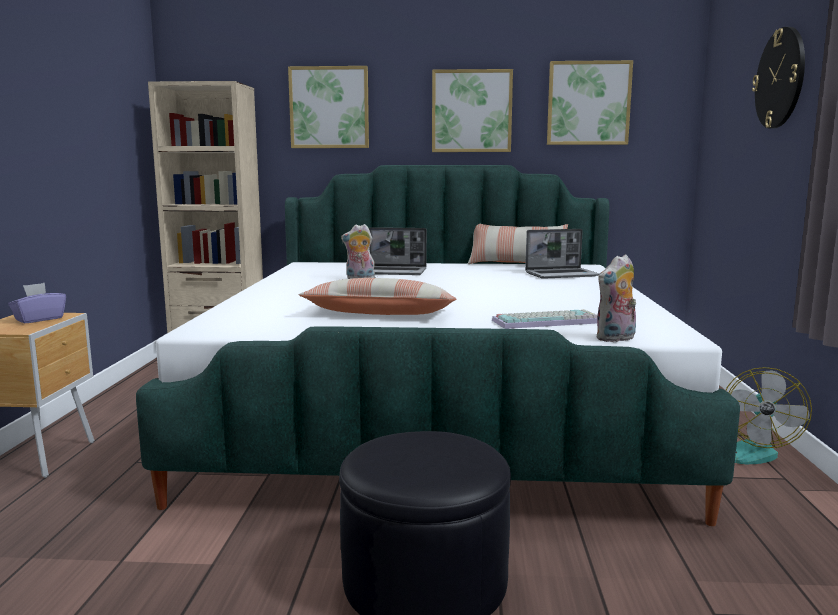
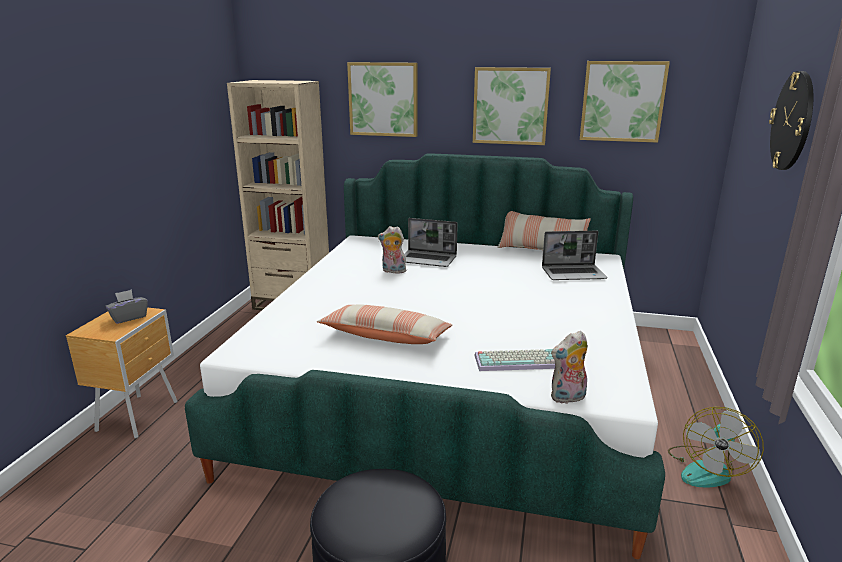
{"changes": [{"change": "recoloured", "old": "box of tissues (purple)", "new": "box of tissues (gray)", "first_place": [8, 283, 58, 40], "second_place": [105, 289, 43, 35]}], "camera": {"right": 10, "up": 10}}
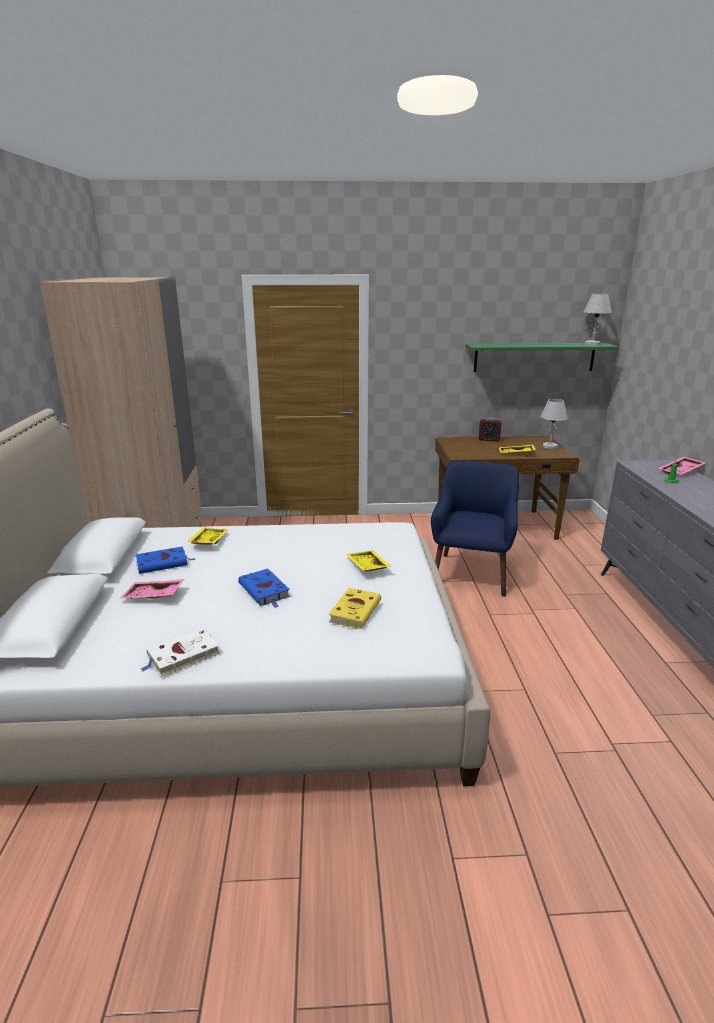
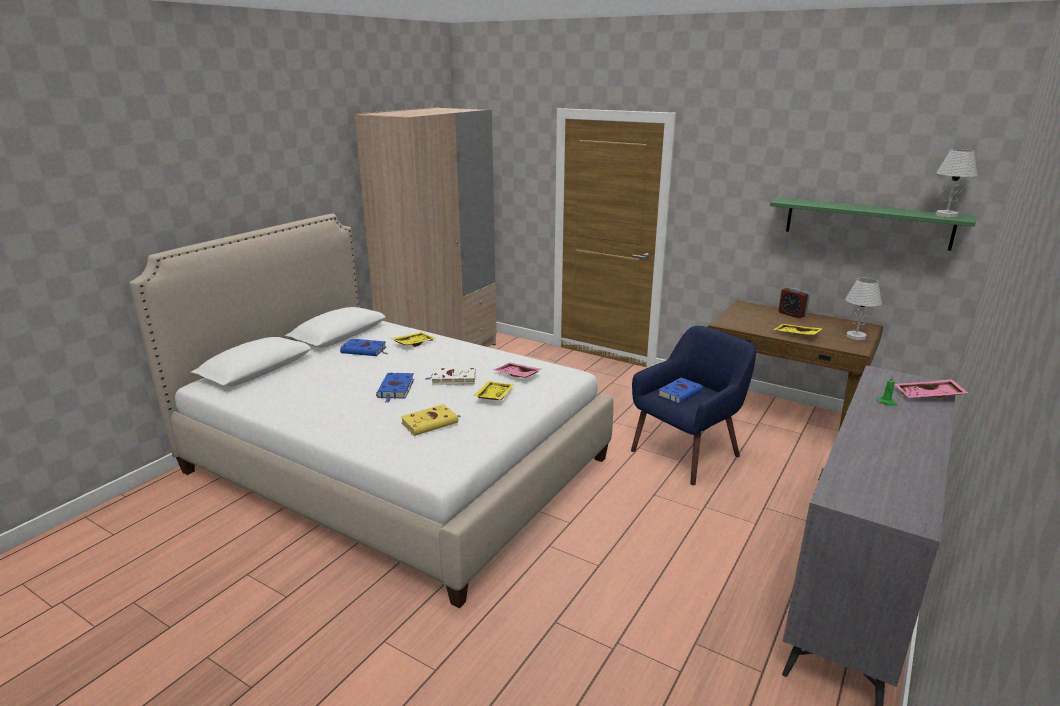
{"changes": [{"change": "moved", "old": "tray (pink-coloured)", "first_place": [120, 579, 64, 20], "second_place": [493, 363, 48, 15]}, {"change": "moved", "old": "volume (whitish)", "first_place": [141, 628, 79, 49], "second_place": [425, 367, 51, 18]}, {"change": "added", "new": "volume (blue)", "second_place": [658, 378, 45, 25]}], "camera": {"right": 35, "up": 0}}
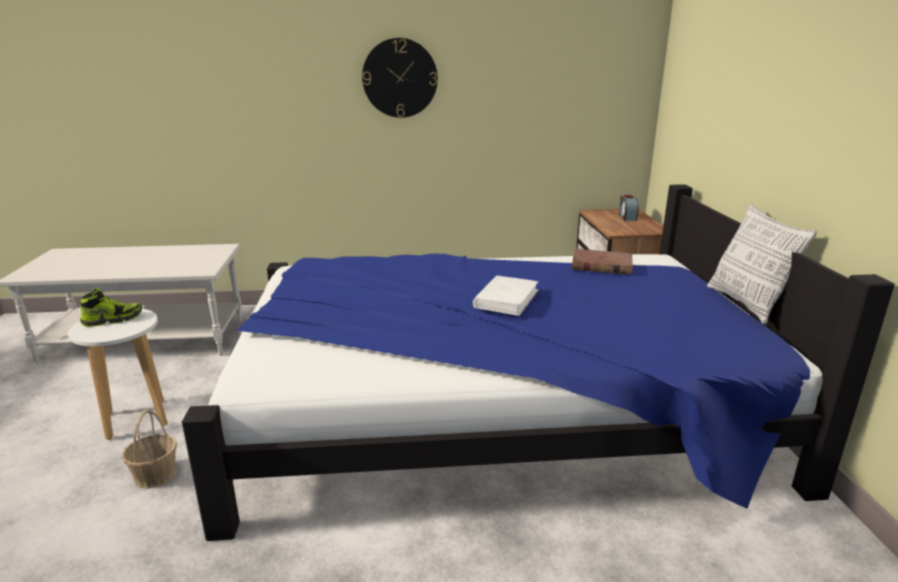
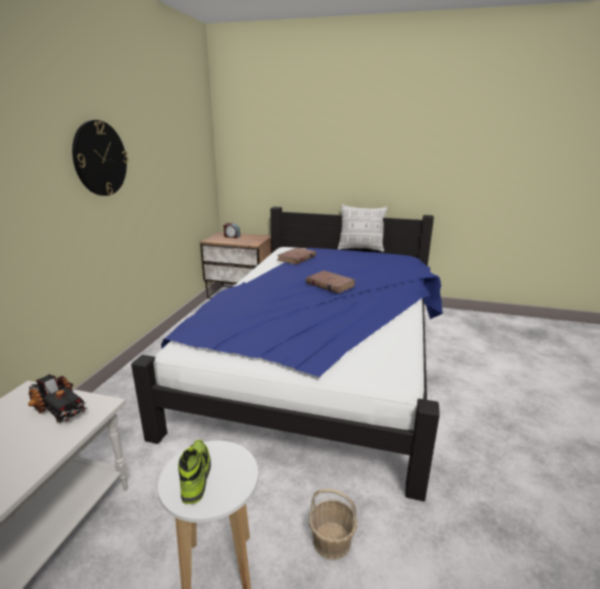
{"changes": [{"change": "recoloured", "old": "volume (whitish)", "new": "volume (brown)", "first_place": [473, 275, 66, 41], "second_place": [306, 270, 50, 24]}, {"change": "added", "new": "toy truck", "second_place": [28, 374, 59, 49]}], "camera": {"right": -70, "up": 0}}
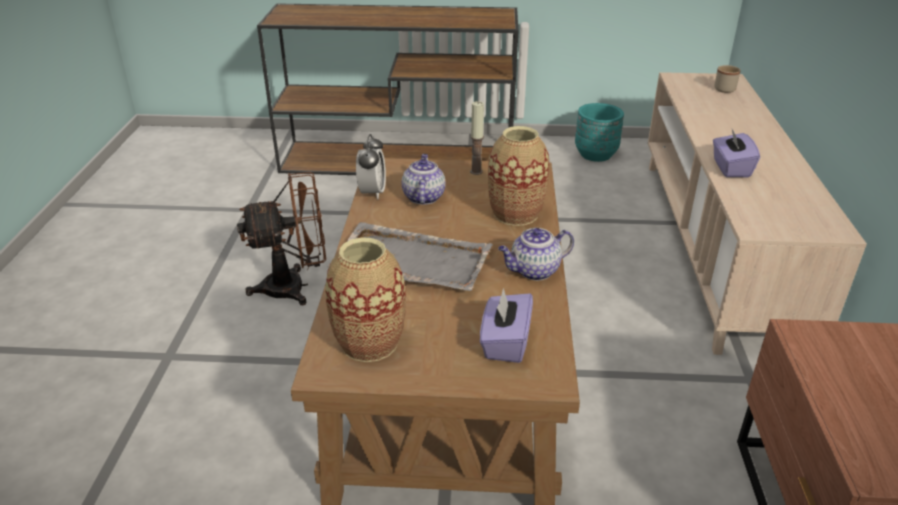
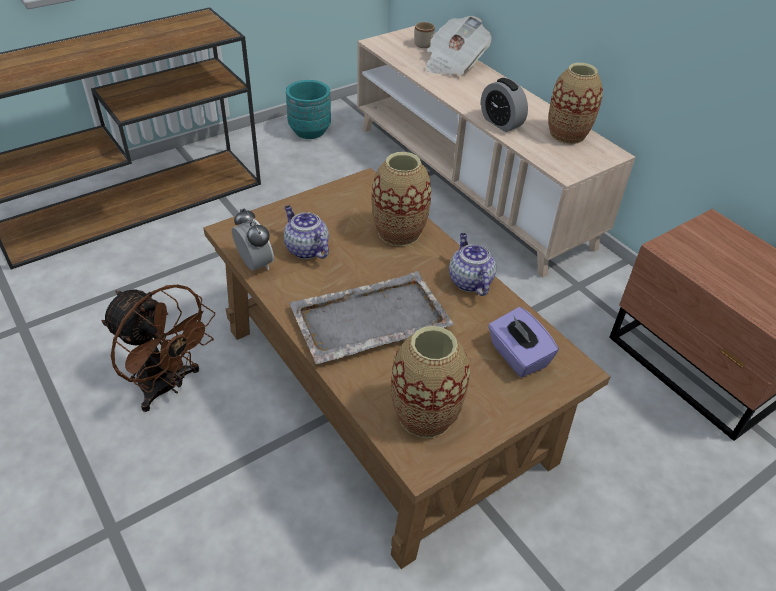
{"changes": [{"change": "removed", "old": "wax candle", "first_place": [470, 101, 14, 74]}, {"change": "replaced", "old": "box of tissues (purple)", "new": "alarm clock", "first_place": [713, 130, 47, 47], "second_place": [481, 78, 47, 54]}, {"change": "turned", "old": "fan (brown)", "first_place": [237, 172, 89, 133], "second_place": [102, 285, 113, 127], "degrees": 90}, {"change": "turned", "old": "pot for tea", "first_place": [498, 228, 76, 53], "second_place": [449, 233, 47, 63], "degrees": 135}, {"change": "added", "new": "daily paper", "second_place": [425, 16, 66, 59]}, {"change": "added", "new": "vase", "second_place": [548, 63, 55, 81]}], "camera": {"right": -40, "up": 10}}
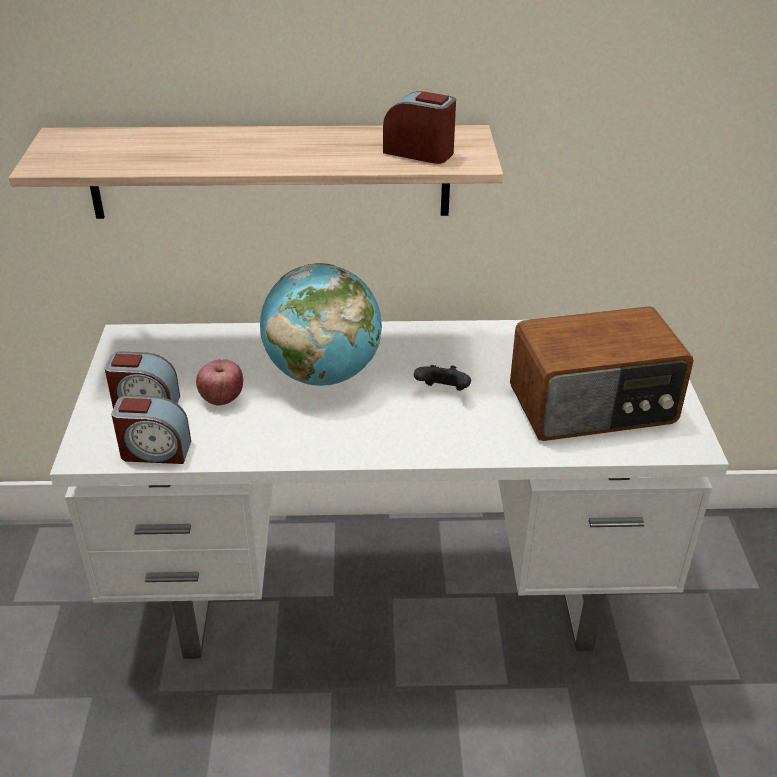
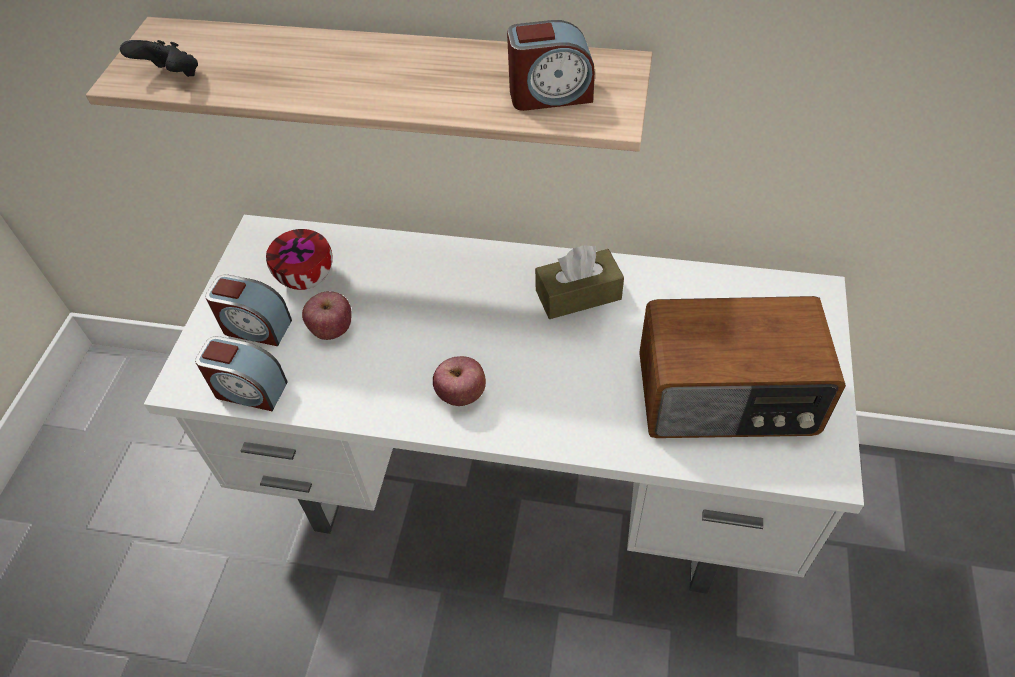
{"changes": [{"change": "turned", "old": "alarm clock", "first_place": [383, 91, 73, 73], "second_place": [507, 20, 88, 91], "degrees": 135}, {"change": "removed", "old": "desk globe", "first_place": [260, 263, 122, 123]}, {"change": "moved", "old": "gamepad (blackish)", "first_place": [414, 365, 57, 26], "second_place": [120, 40, 78, 37]}, {"change": "added", "new": "deep dish", "second_place": [266, 229, 67, 61]}, {"change": "added", "new": "box of tissues (brown)", "second_place": [535, 245, 89, 74]}, {"change": "added", "new": "whole apple", "second_place": [433, 356, 53, 50]}], "camera": {"right": 15, "up": 15}}
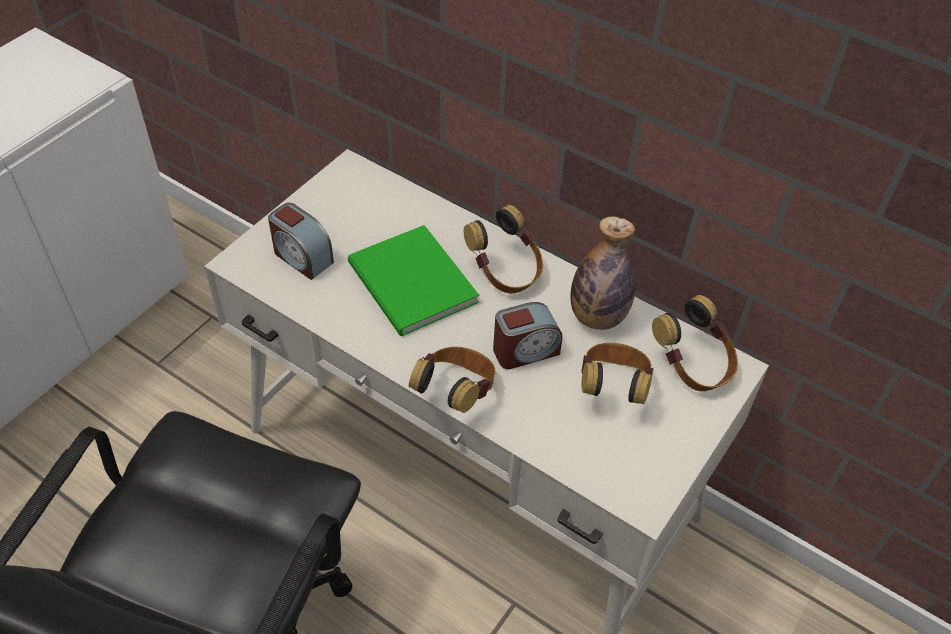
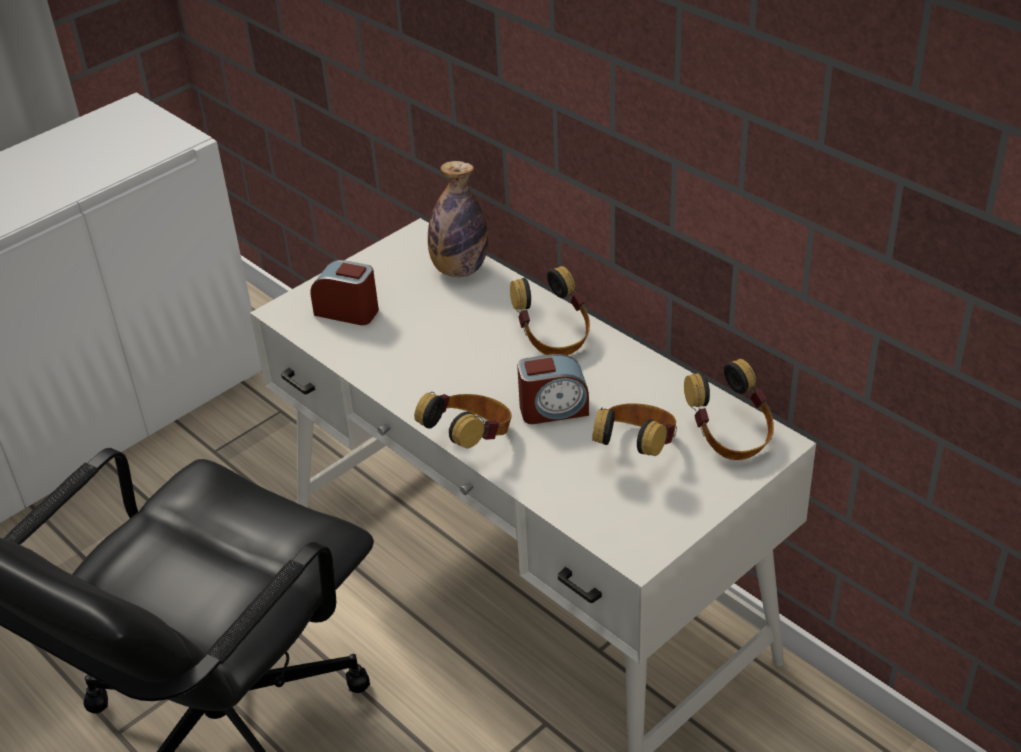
{"changes": [{"change": "turned", "old": "alarm clock", "first_place": [268, 203, 66, 77], "second_place": [310, 260, 69, 65], "degrees": 150}, {"change": "moved", "old": "drink bottle", "first_place": [570, 217, 66, 113], "second_place": [428, 161, 60, 116]}, {"change": "removed", "old": "volume (green)", "first_place": [348, 225, 131, 111]}], "camera": {"right": 15, "up": -10}}
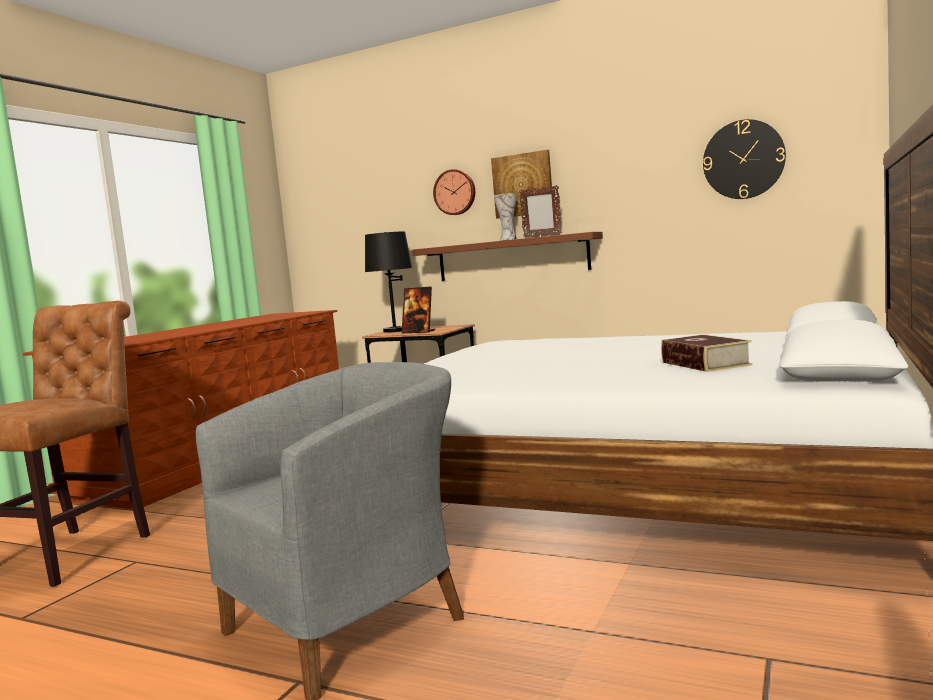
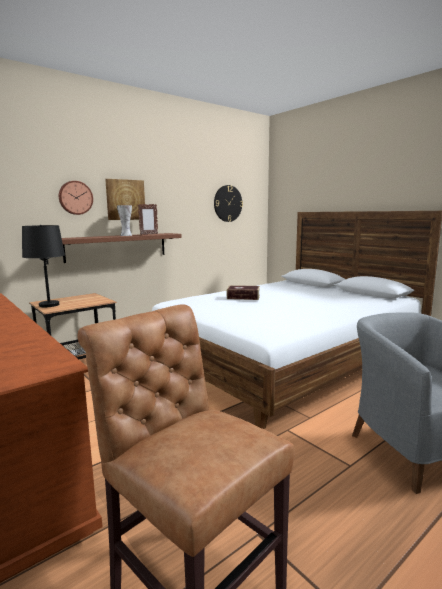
{"changes": [{"change": "removed", "old": "photo frame", "first_place": [402, 286, 33, 47]}, {"change": "moved", "old": "volume", "first_place": [661, 334, 91, 38], "second_place": [227, 285, 33, 15]}], "camera": {"right": -65, "up": 5}}
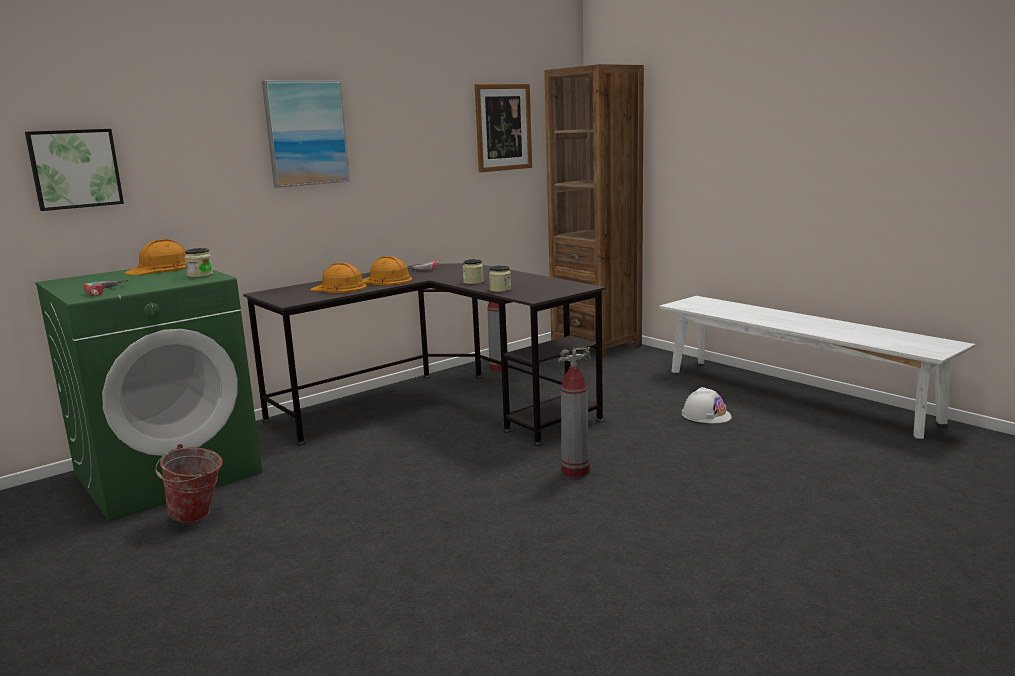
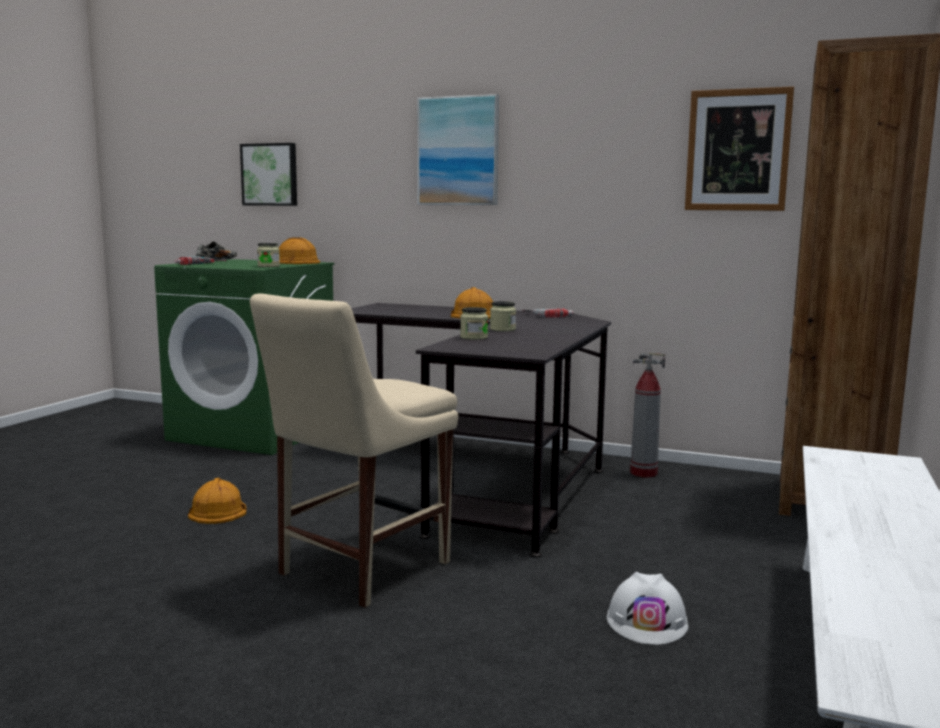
{"changes": [{"change": "moved", "old": "hard hat (orange)", "first_place": [310, 263, 57, 30], "second_place": [188, 478, 59, 46]}, {"change": "replaced", "old": "fire extinguisher", "new": "plain chair (beige-coloured)", "first_place": [558, 347, 33, 130], "second_place": [250, 293, 208, 315]}, {"change": "removed", "old": "bucket", "first_place": [156, 444, 67, 79]}, {"change": "added", "new": "shoe", "second_place": [196, 242, 41, 18]}], "camera": {"right": 60, "up": -5}}
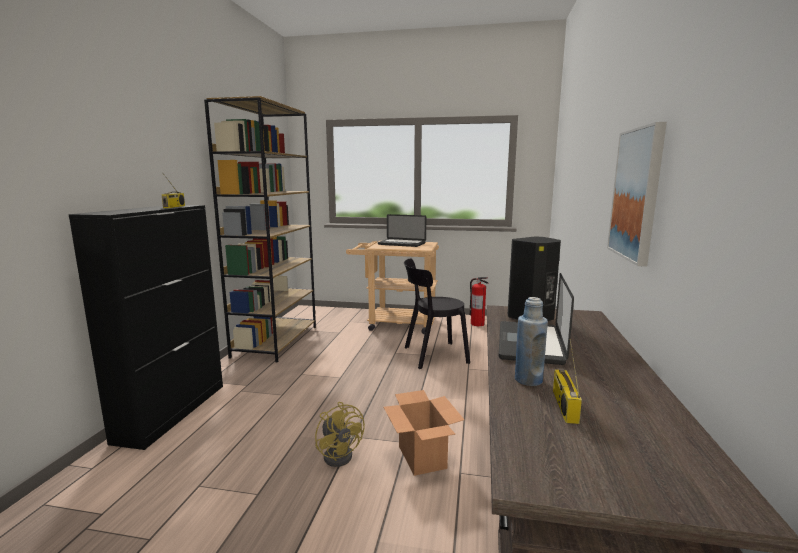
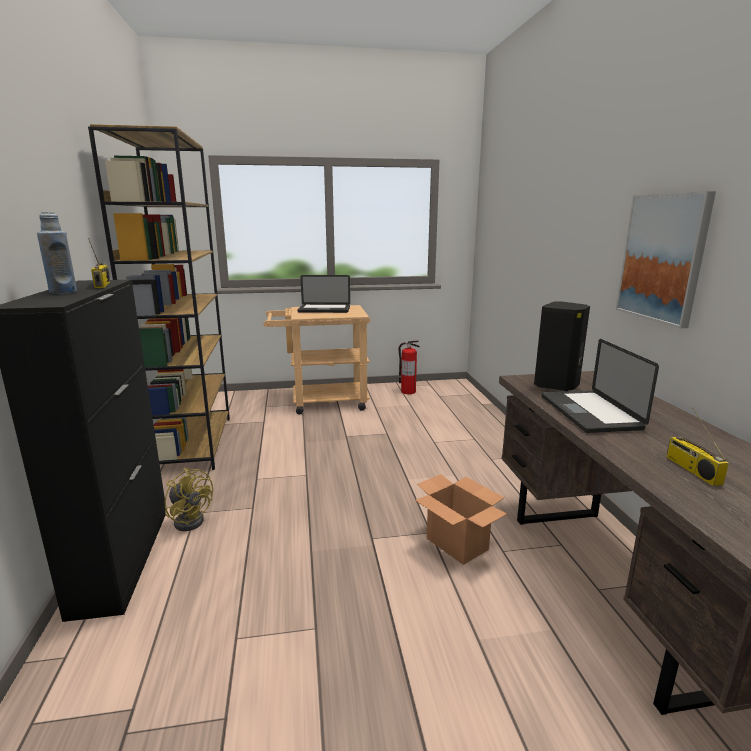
{"changes": [{"change": "removed", "old": "plain chair (blackish)", "first_place": [404, 259, 66, 110]}, {"change": "moved", "old": "drink bottle (blue)", "first_place": [515, 297, 33, 89], "second_place": [37, 212, 40, 82]}, {"change": "moved", "old": "fan (yellow-coloured)", "first_place": [315, 402, 50, 65], "second_place": [165, 468, 48, 63]}], "camera": {"right": -20, "up": 5}}
